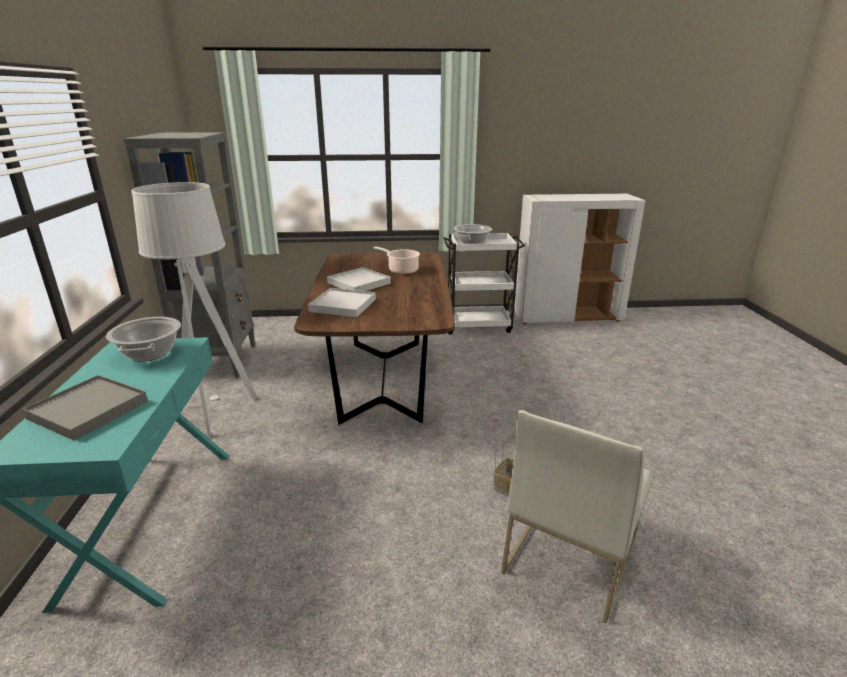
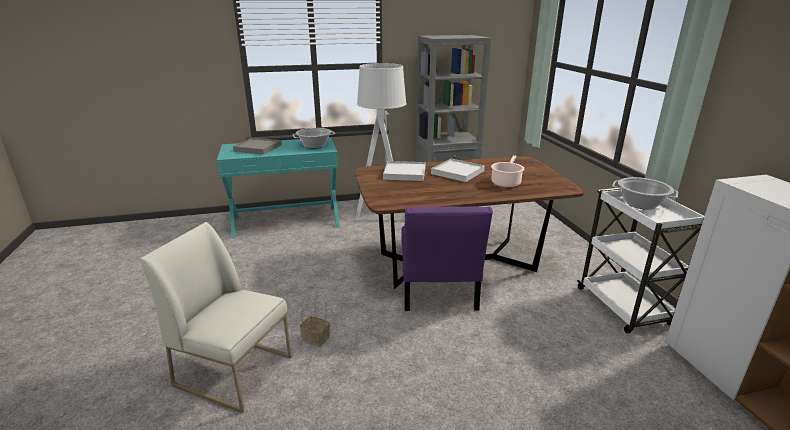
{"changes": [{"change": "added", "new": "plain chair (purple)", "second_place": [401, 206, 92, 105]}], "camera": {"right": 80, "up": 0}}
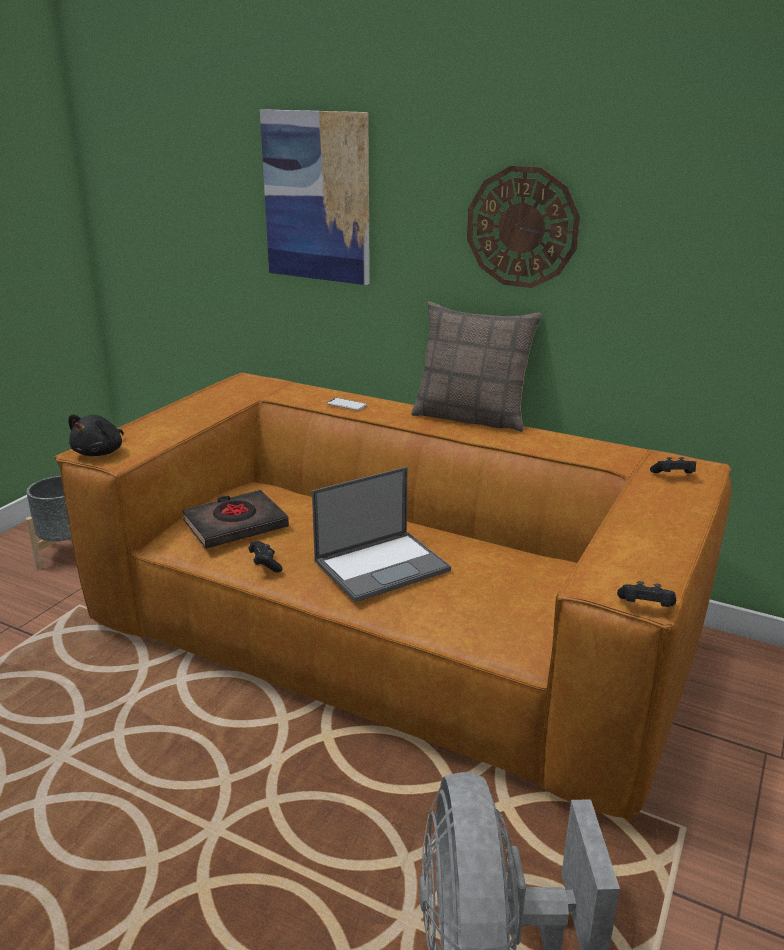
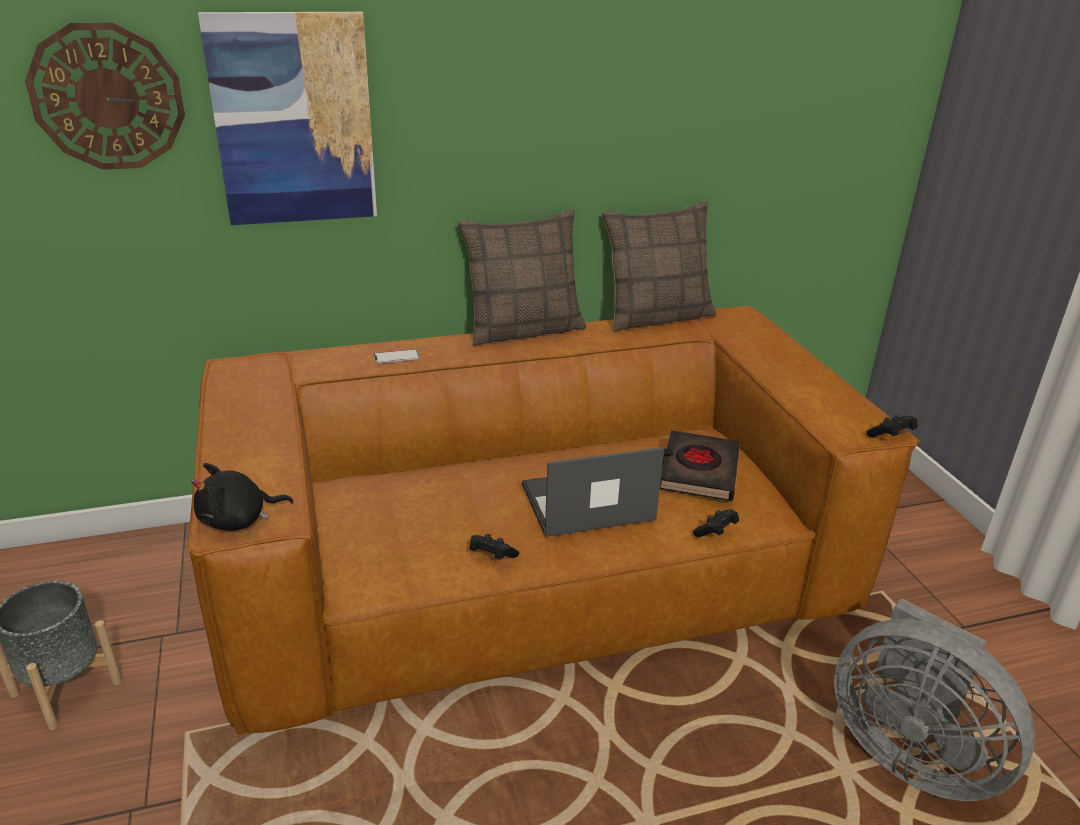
{"changes": [{"change": "moved", "old": "clock on the wall", "first_place": [467, 166, 113, 122], "second_place": [25, 22, 160, 148]}, {"change": "turned", "old": "soft toy (blackish)", "first_place": [68, 414, 56, 42], "second_place": [191, 463, 102, 68], "degrees": 90}, {"change": "moved", "old": "gamepad (blackish)", "first_place": [650, 457, 46, 16], "second_place": [693, 509, 46, 28]}, {"change": "turned", "old": "notebook computer", "first_place": [312, 467, 139, 136], "second_place": [522, 447, 142, 90], "degrees": -120}, {"change": "moved", "old": "volume (blackish)", "first_place": [182, 490, 107, 59], "second_place": [660, 430, 80, 71]}, {"change": "added", "new": "cushion", "second_place": [602, 200, 114, 132]}], "camera": {"right": -45, "up": 5}}
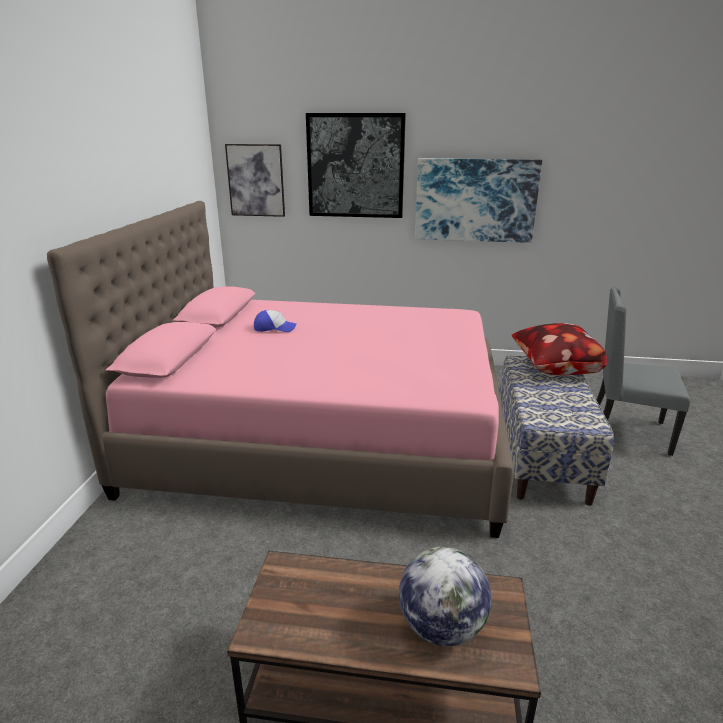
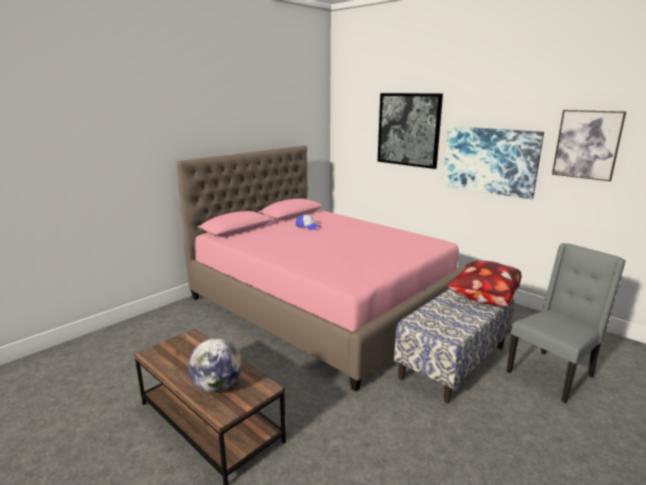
{"changes": [{"change": "moved", "old": "wall art", "first_place": [225, 144, 60, 73], "second_place": [552, 110, 74, 71]}, {"change": "turned", "old": "plain chair (gray)", "first_place": [596, 287, 94, 169], "second_place": [507, 243, 119, 160], "degrees": 90}], "camera": {"right": 35, "up": -5}}
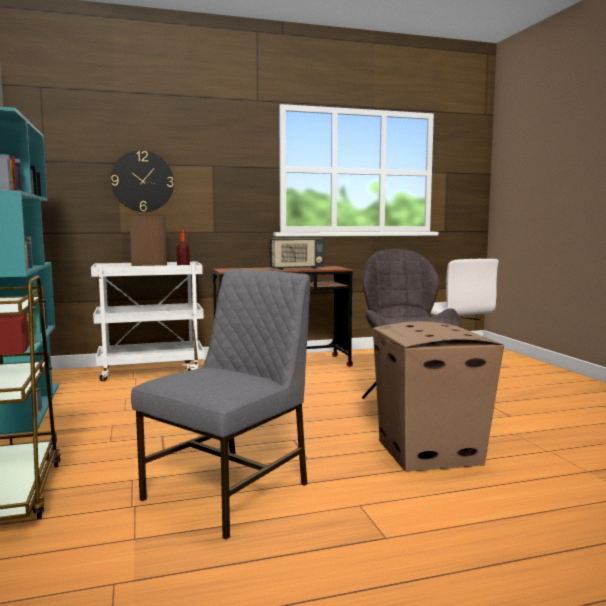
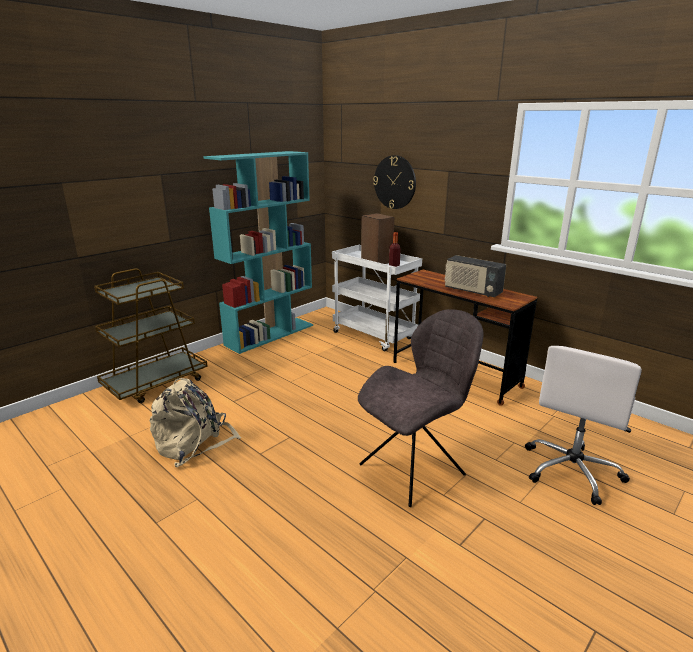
{"changes": [{"change": "replaced", "old": "plain chair (gray)", "new": "rucksack (beige-coloured)", "first_place": [131, 269, 179, 271], "second_place": [150, 378, 91, 89]}, {"change": "removed", "old": "cardboard box", "first_place": [373, 321, 131, 151]}], "camera": {"right": 60, "up": 15}}
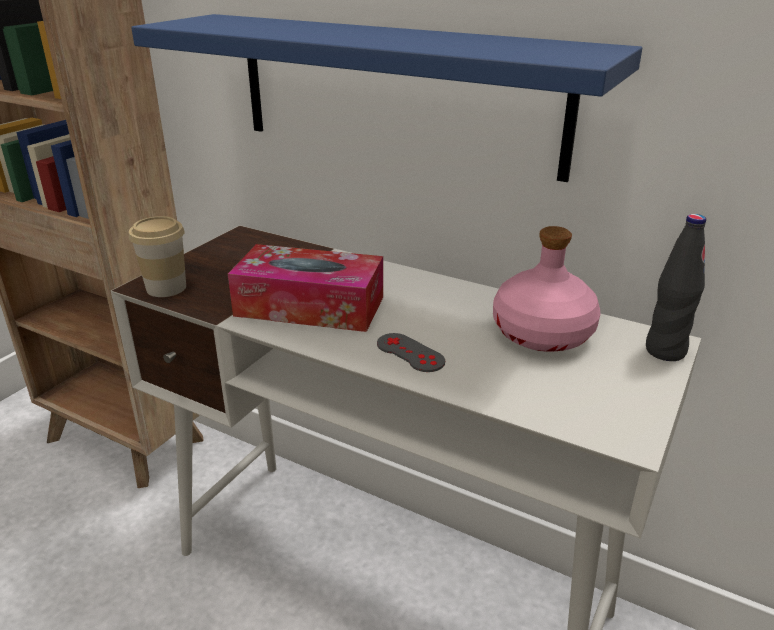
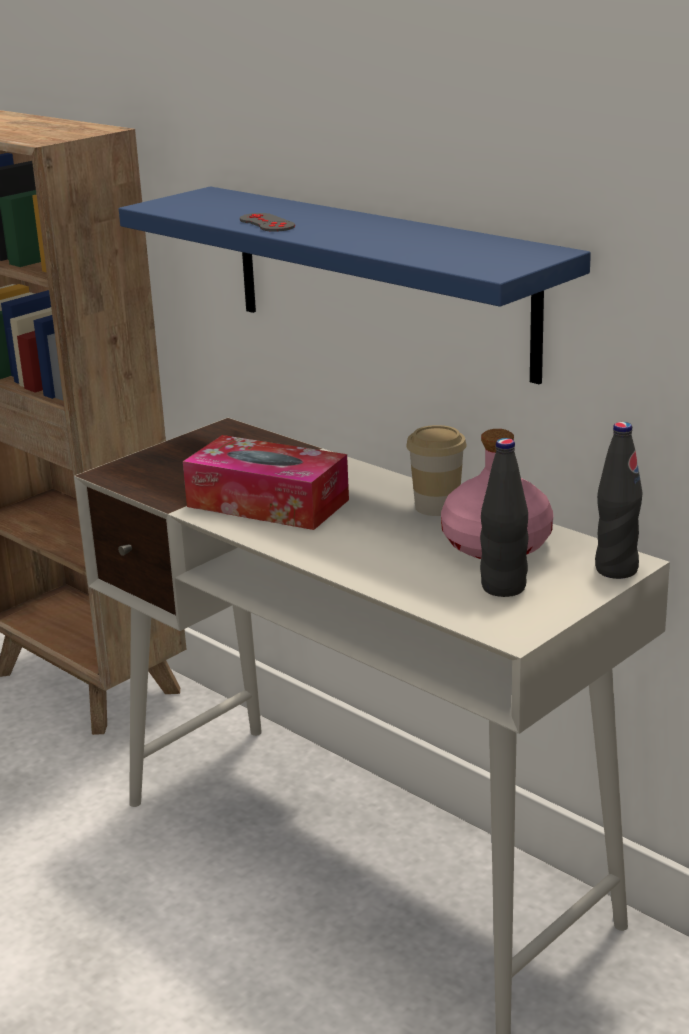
{"changes": [{"change": "moved", "old": "drinking cup", "first_place": [129, 216, 57, 81], "second_place": [406, 425, 60, 91]}, {"change": "moved", "old": "gamepad (gray)", "first_place": [377, 333, 68, 39], "second_place": [240, 213, 55, 19]}, {"change": "added", "new": "drink bottle (blackish)", "second_place": [480, 438, 48, 159]}], "camera": {"right": 15, "up": -5}}
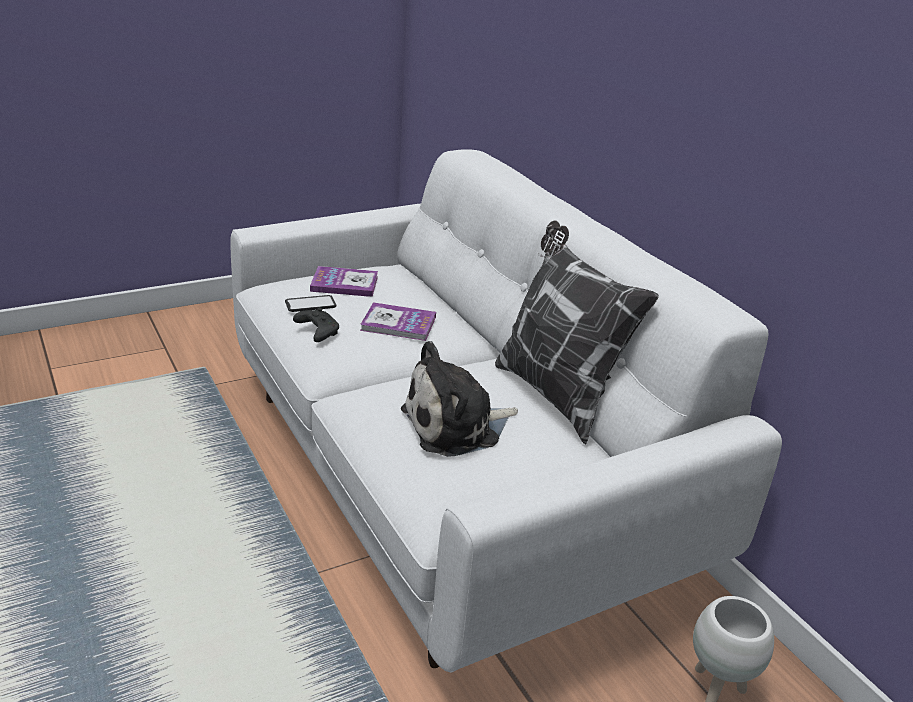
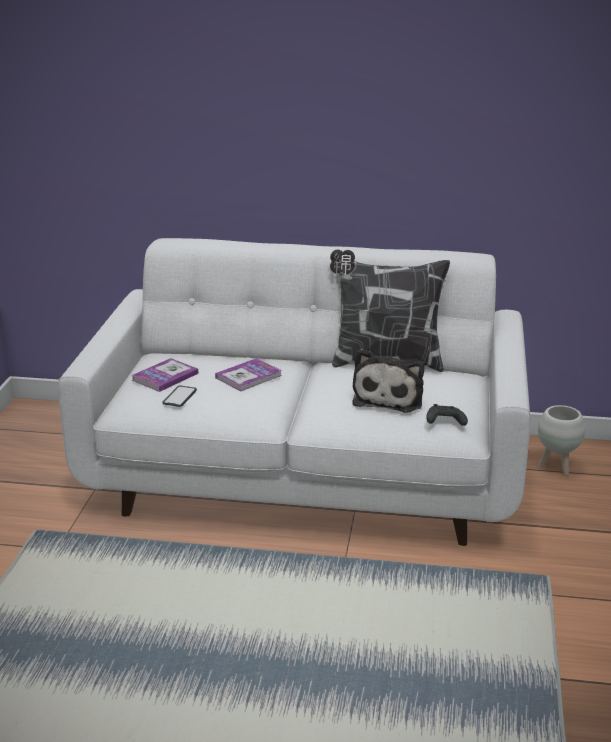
{"changes": [{"change": "moved", "old": "gamepad (blackish)", "first_place": [293, 308, 46, 34], "second_place": [426, 404, 42, 22]}], "camera": {"right": -50, "up": -5}}
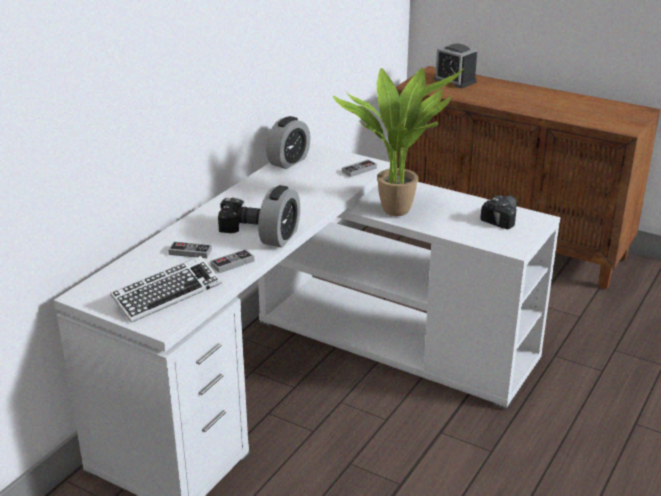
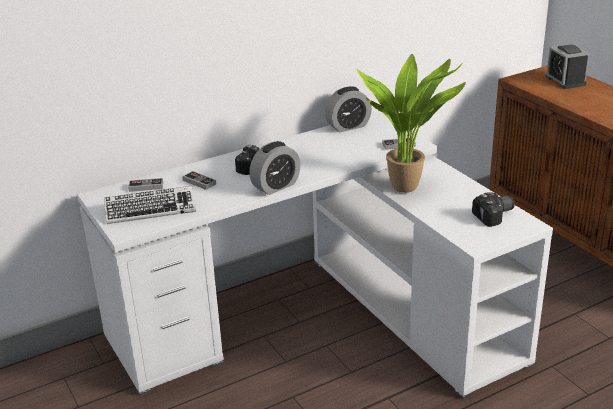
{"changes": [{"change": "moved", "old": "gamepad", "first_place": [210, 249, 44, 24], "second_place": [128, 178, 35, 14]}], "camera": {"right": 30, "up": 0}}
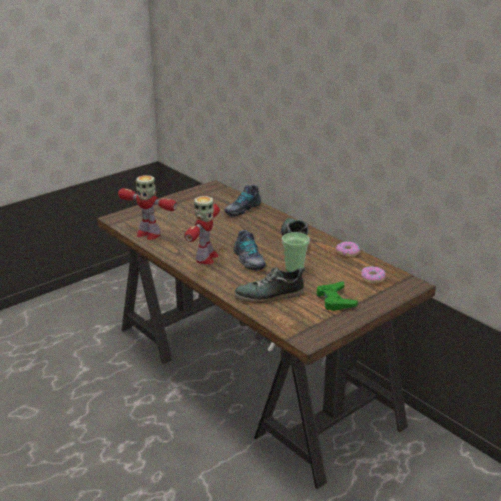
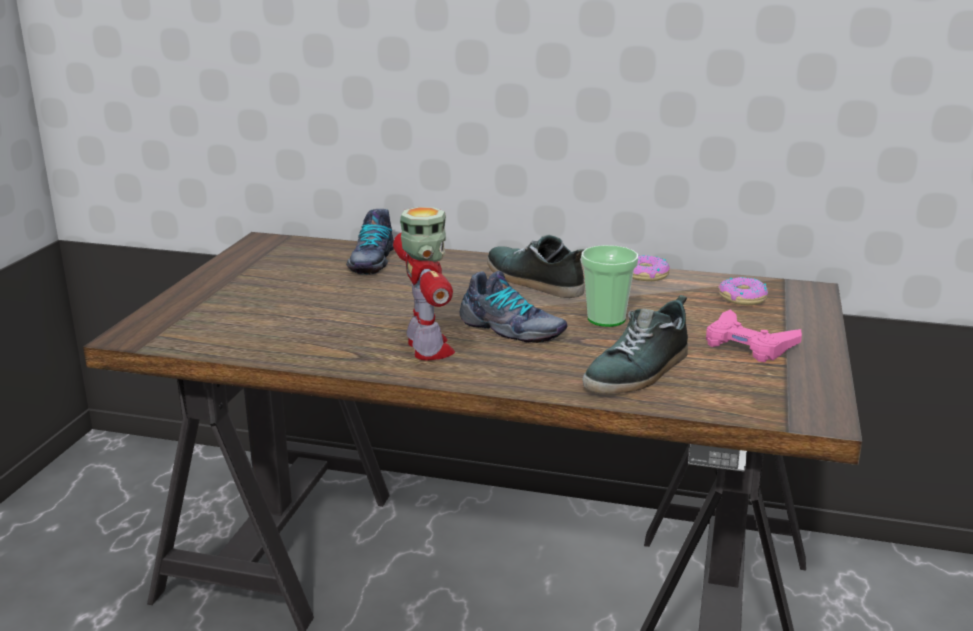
{"changes": [{"change": "removed", "old": "robot figure", "first_place": [118, 175, 60, 65]}, {"change": "recoloured", "old": "gamepad (green)", "new": "gamepad (pink-coloured)", "first_place": [317, 281, 41, 30], "second_place": [706, 309, 96, 53]}], "camera": {"right": -35, "up": -5}}
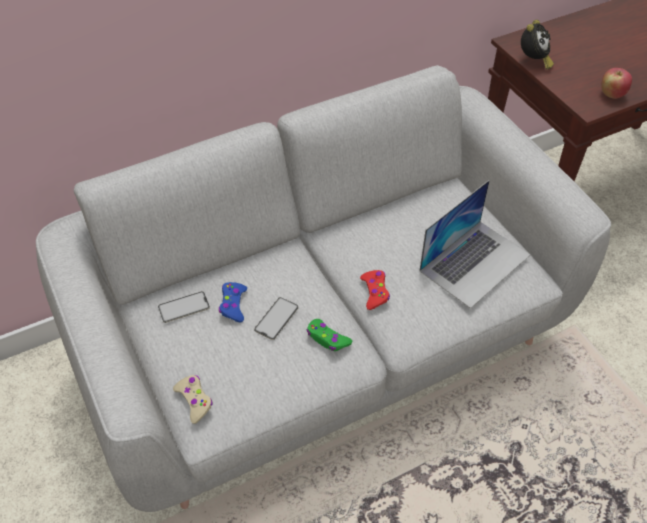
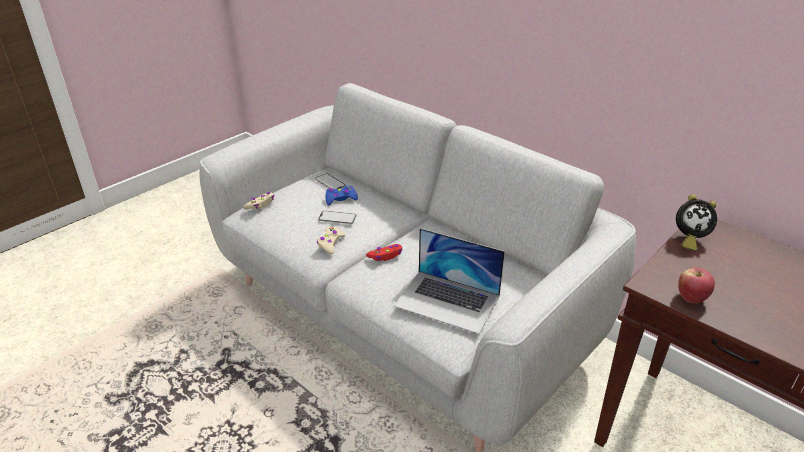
{"changes": [{"change": "recoloured", "old": "gamepad (green)", "new": "gamepad (beige-coloured)", "first_place": [306, 319, 47, 32], "second_place": [317, 226, 29, 28]}], "camera": {"right": 70, "up": -15}}
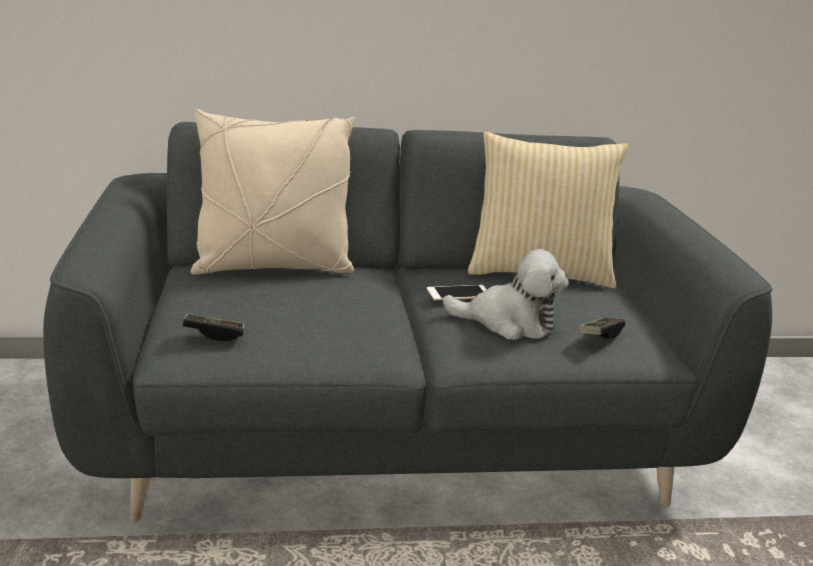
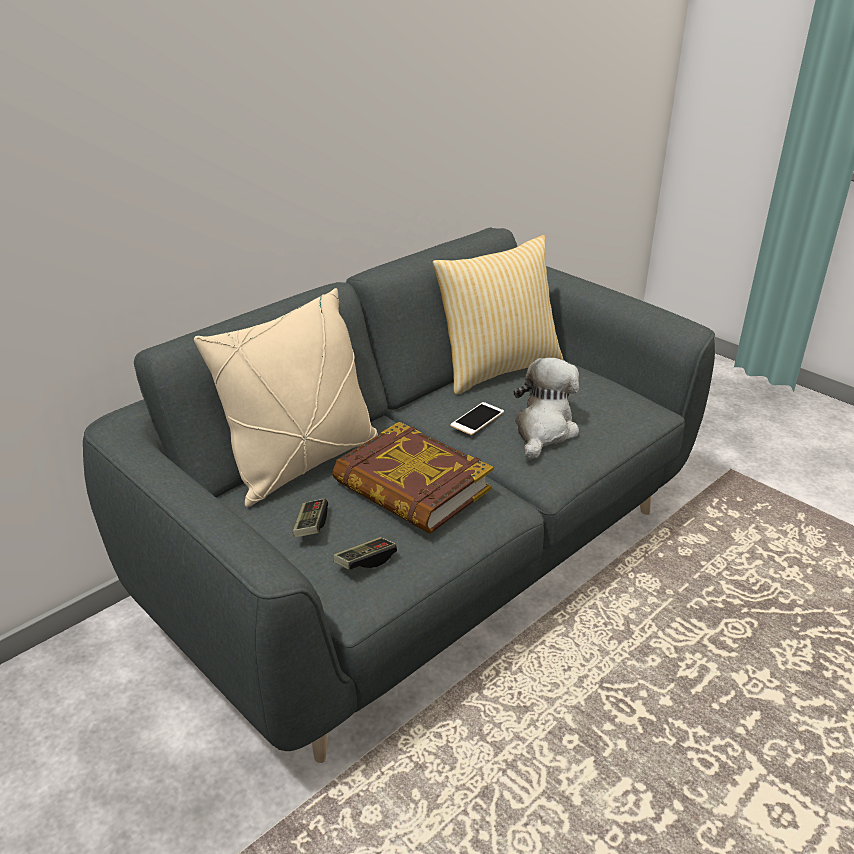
{"changes": [{"change": "turned", "old": "soft toy", "first_place": [443, 249, 126, 91], "second_place": [513, 358, 66, 102], "degrees": -45}, {"change": "moved", "old": "gamepad", "first_place": [578, 317, 47, 22], "second_place": [293, 498, 35, 39]}, {"change": "added", "new": "volume", "second_place": [332, 422, 161, 112]}], "camera": {"right": -35, "up": 10}}
